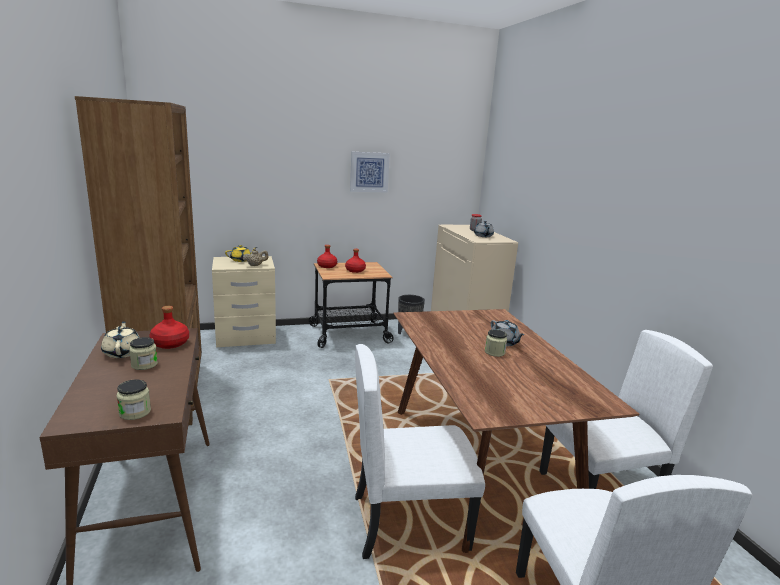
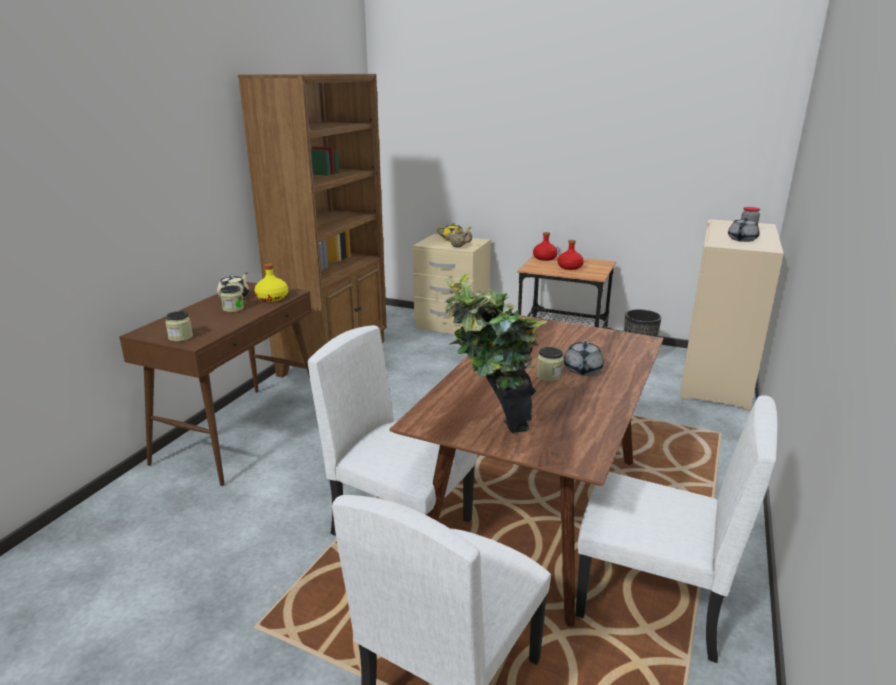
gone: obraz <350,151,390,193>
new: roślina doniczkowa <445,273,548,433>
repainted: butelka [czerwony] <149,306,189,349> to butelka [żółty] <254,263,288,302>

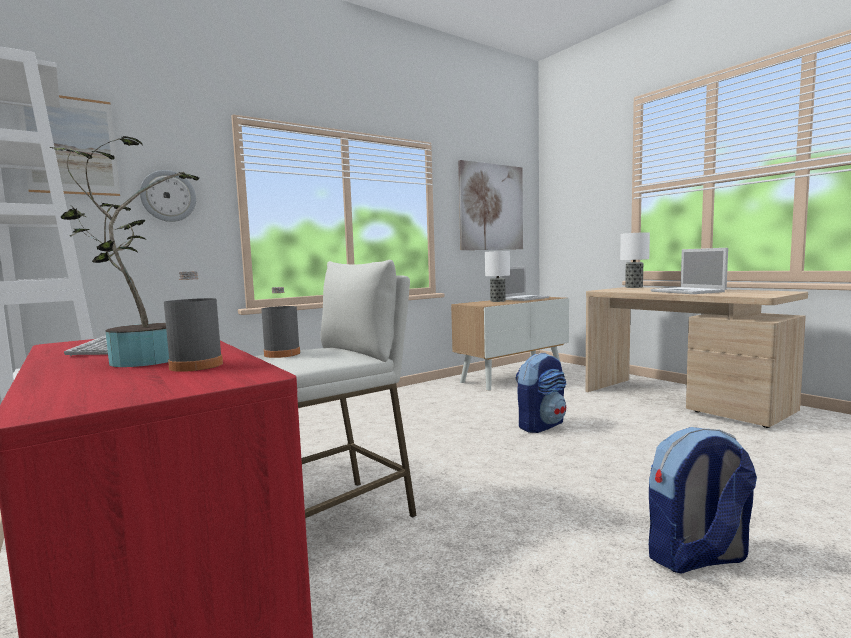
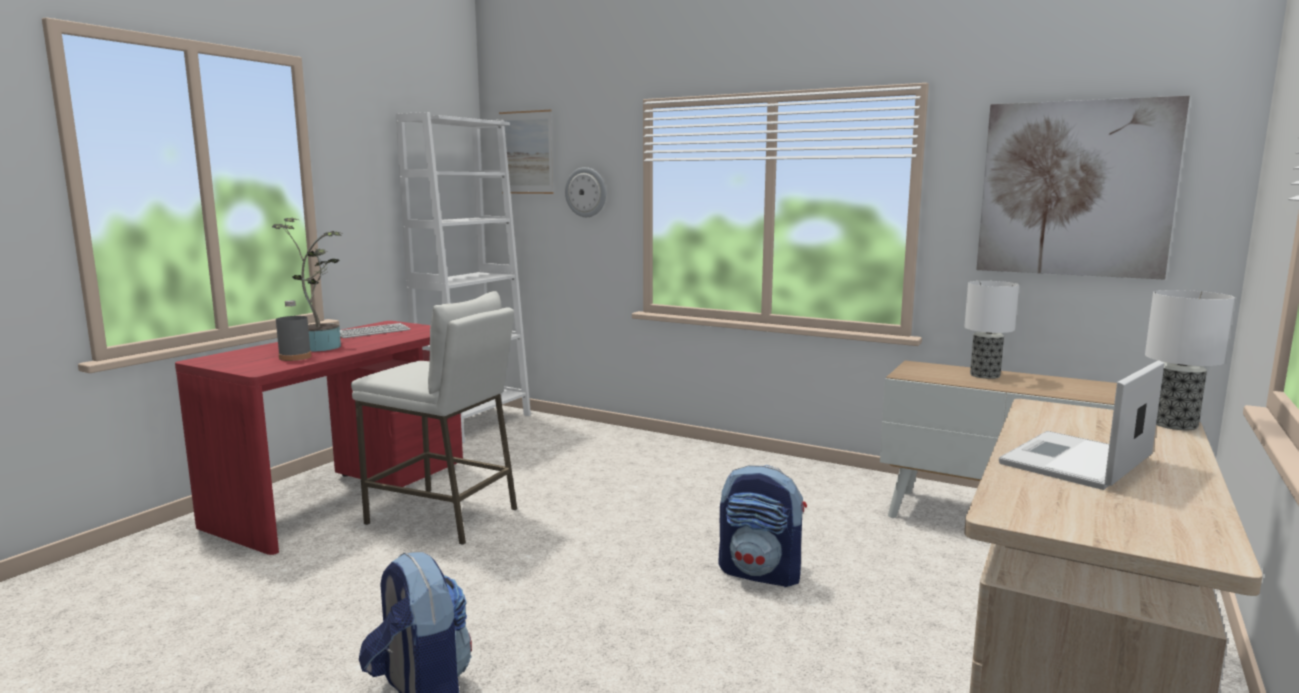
gone: butelka [szary] <261,287,300,358>; laptop <499,266,549,301>

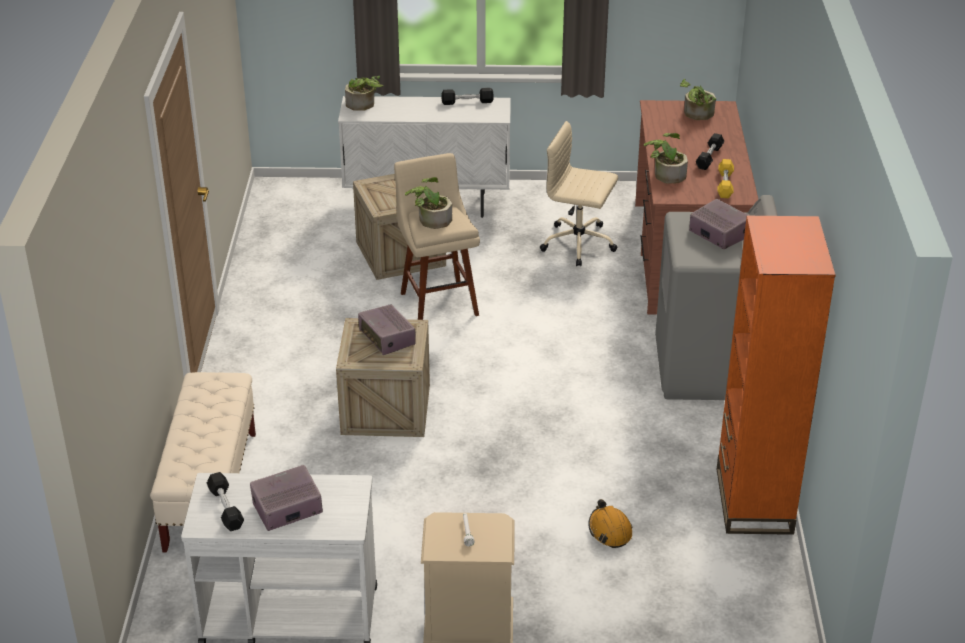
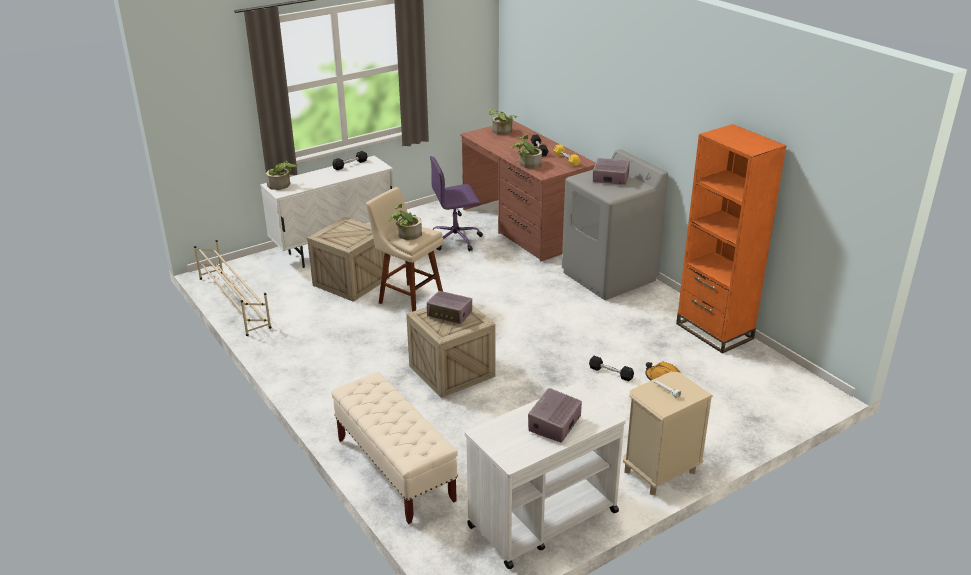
new: regał na buty [beżowy] <194,240,271,336>
shifted: hantel [czarny] <207,472,244,531> to <589,356,634,381>
repainted: krzesło biurowe [beżowy] <540,121,618,266> to krzesło biurowe [fioletowy] <430,156,483,251>

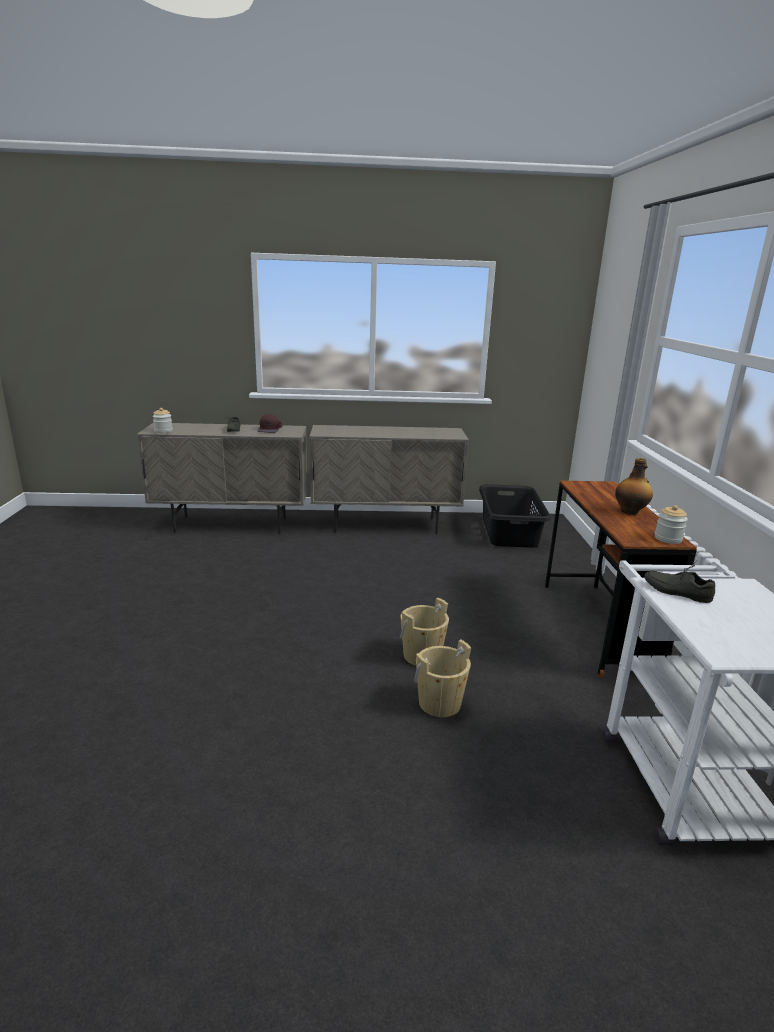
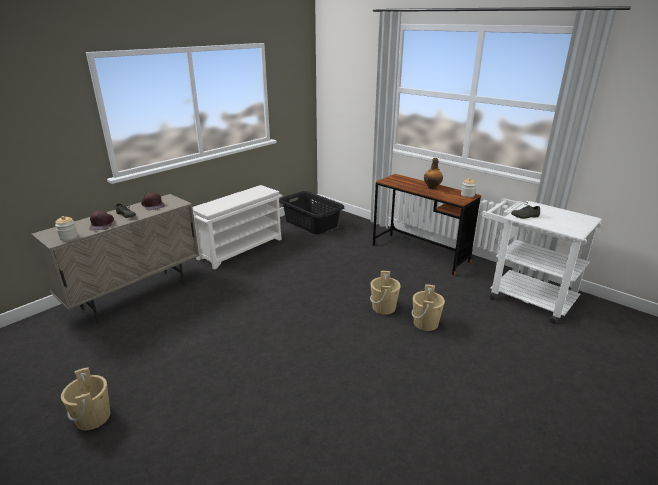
new: wiadro [beżowy] <61,367,110,430>; czapka z daszkiem [brązowy] <89,210,114,230>
swapped: szafka [beżowy] <310,425,469,534> to regał na buty [biały] <192,185,283,270>

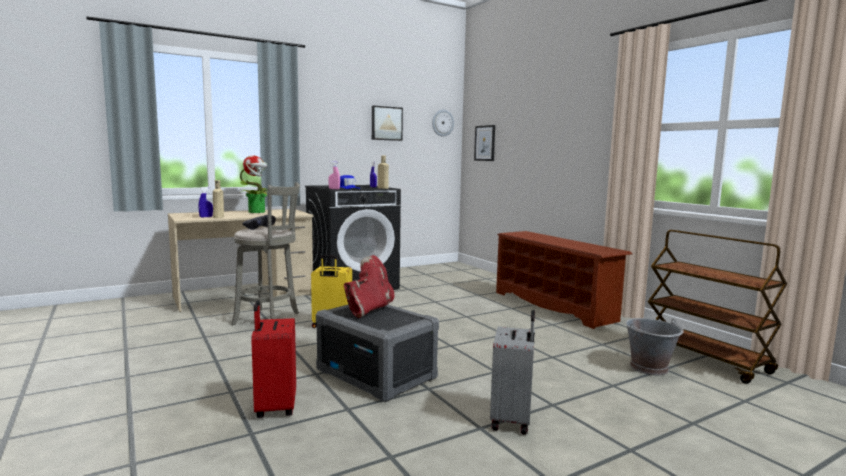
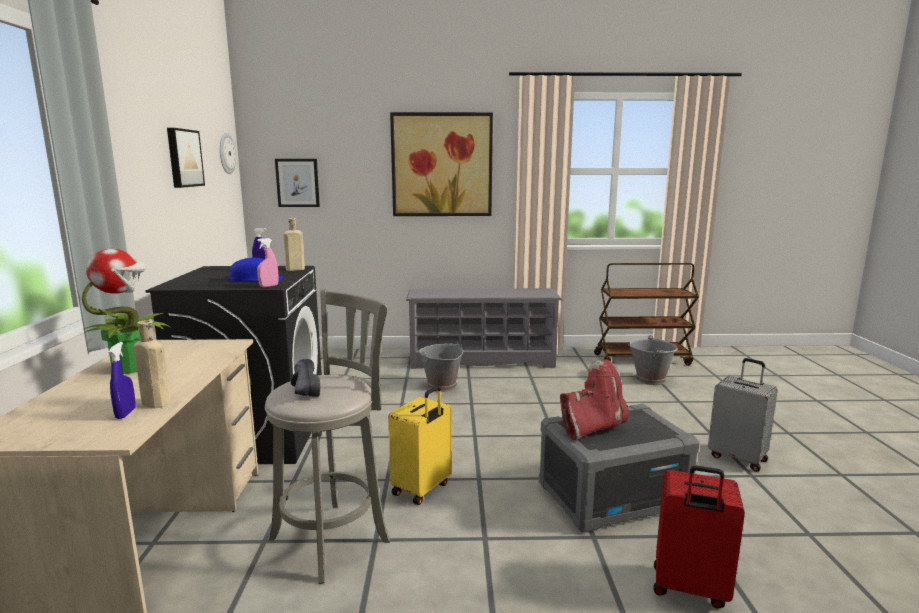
new: obraz <390,112,493,216>; wiadro [szary] <418,342,463,392>
repainted: regał na buty [brązowy] <496,231,632,329> to regał na buty [szary] <406,288,562,369>
rotated: but z cholewką [czerwony] <344,255,394,318> = <560,359,629,440> 90 degrees clockwise

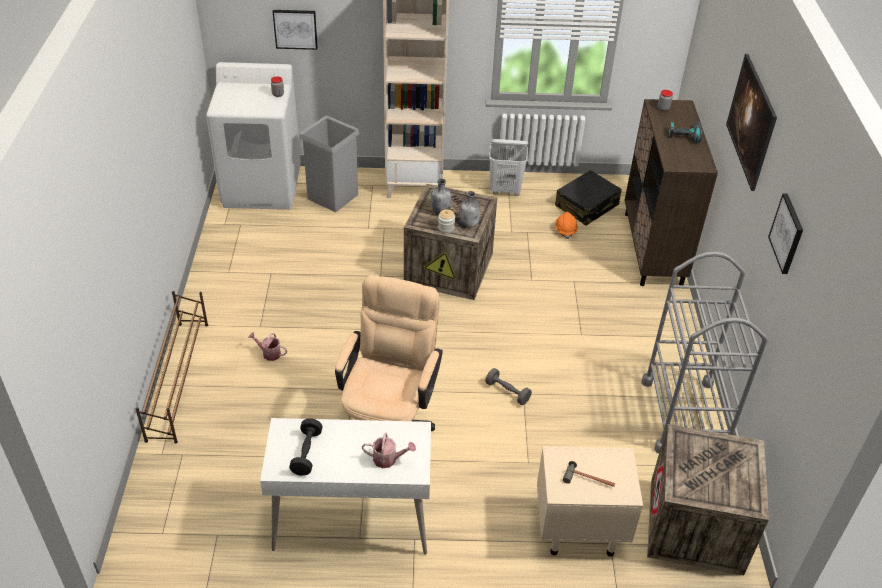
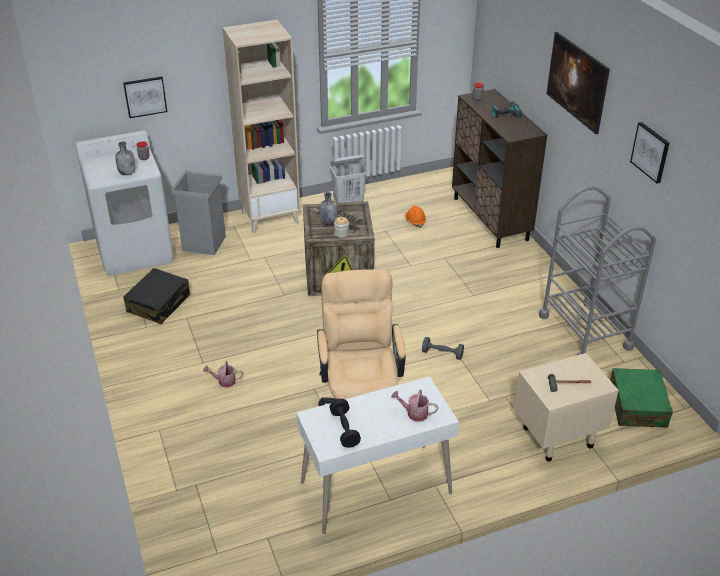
gone: regał na buty [brązowy] <135,291,208,443>
shifted: butelka [szary] <459,191,480,228> to <115,142,135,175>; walizka [czarny] <555,170,622,226> to <123,268,190,324>
swapped: skrzynka <647,424,769,575> to walizka [zielony] <610,368,673,428>
rotated: konewka <362,433,416,468> = <391,390,438,422> 150 degrees counterclockwise

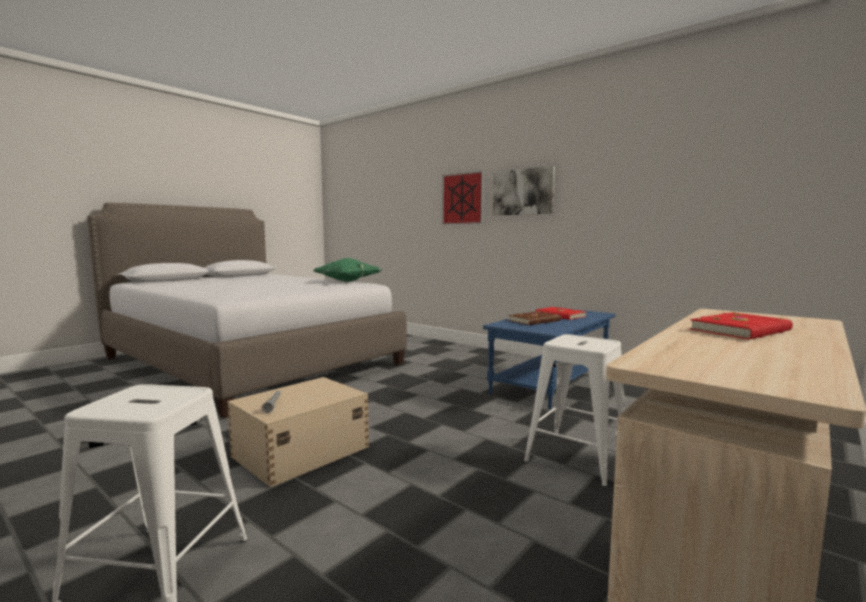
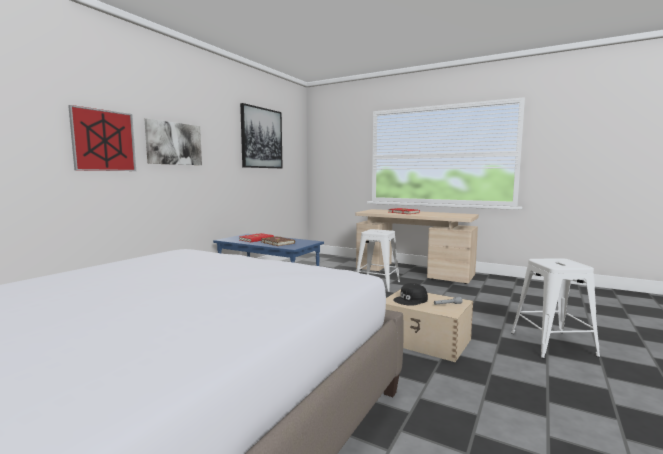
gone: poduszka [zielony] <313,258,382,282>
new: obraz <240,103,283,168>; czapka z daszkiem [czarny] <393,283,428,306>

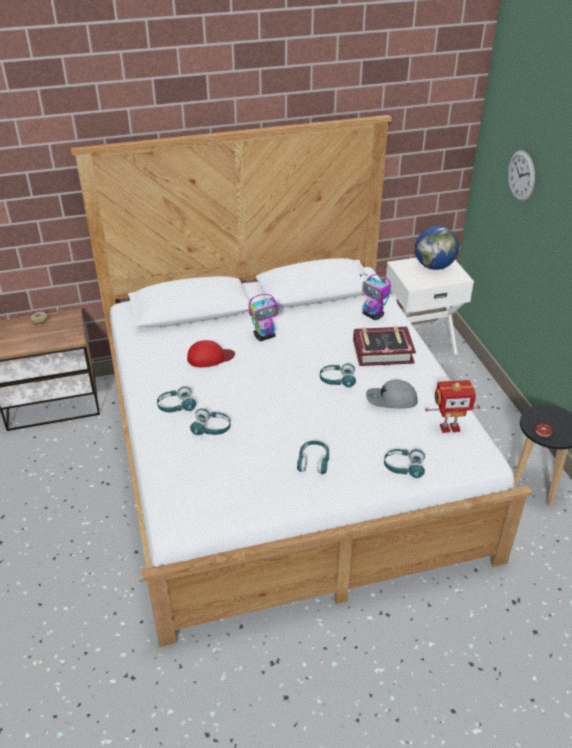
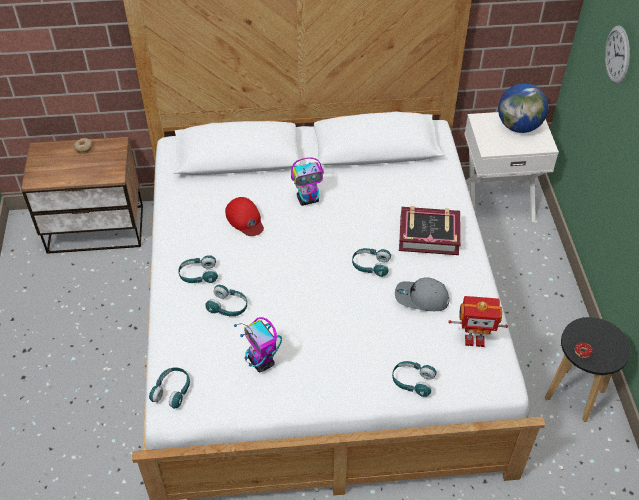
shifted: słuchawki [turkusowy] <297,441,329,474> to <149,367,190,409>; robot zabawkowy <359,274,391,320> to <234,317,282,373>
rotated: czapka z daszkiem [czerwony] <187,340,235,367> = <225,197,264,236> 60 degrees clockwise

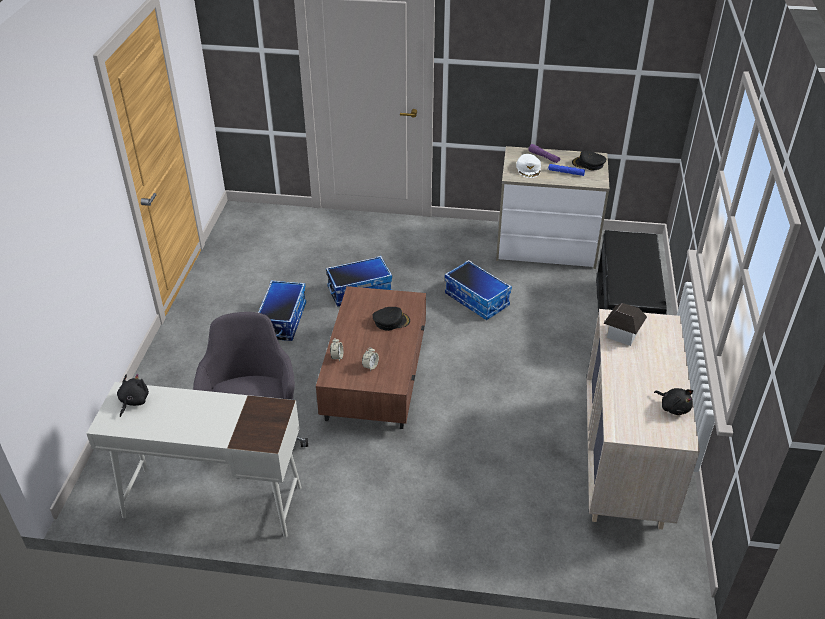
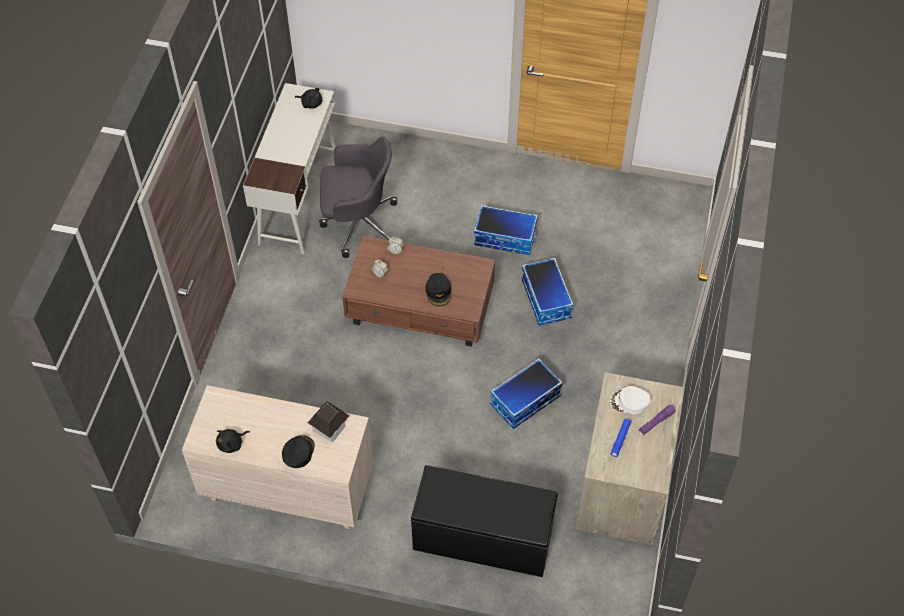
shifted: czapka z daszkiem [czarny] <572,151,606,170> to <282,435,315,468>

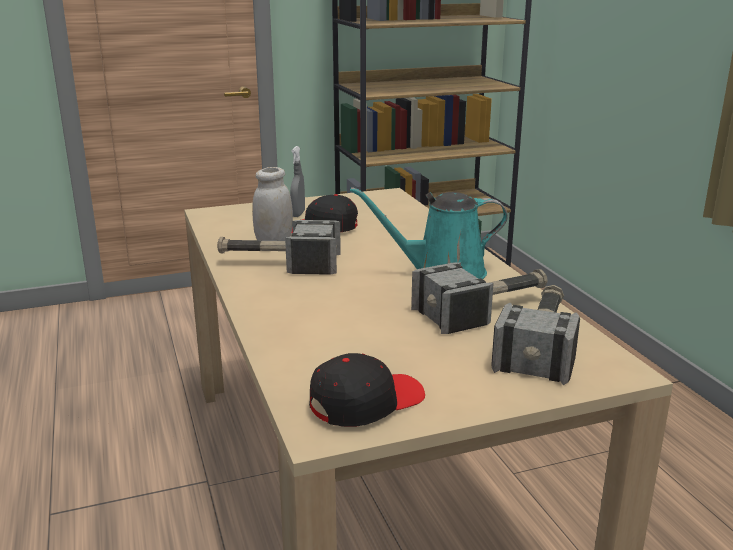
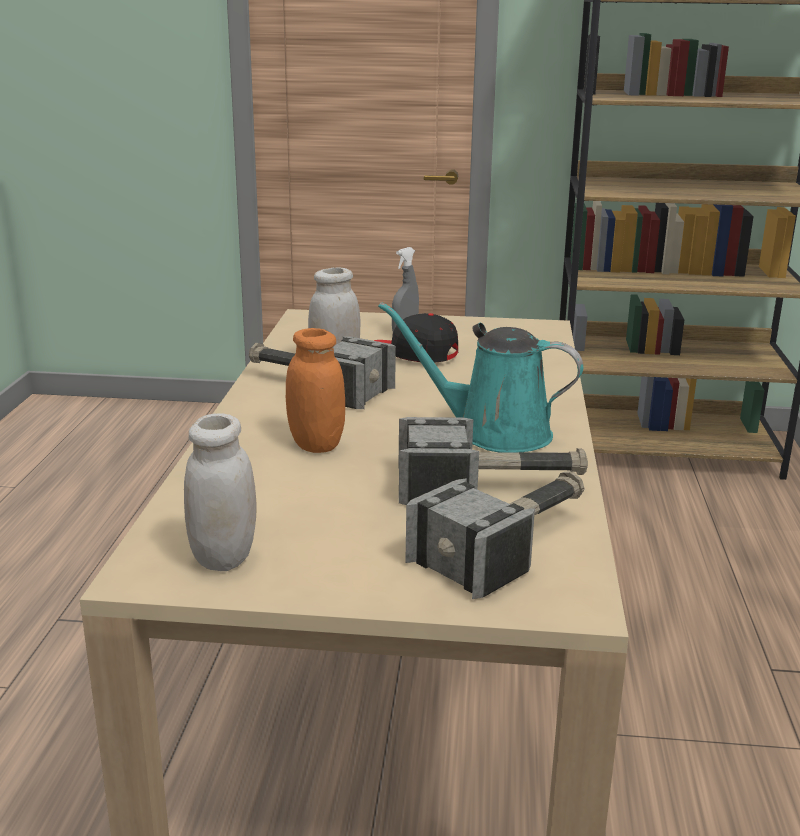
new: słoik [pomarańczowy] <286,328,345,453>
swapped: czapka z daszkiem [czarny] <309,353,425,427> to słoik [biały] <184,413,257,571>

